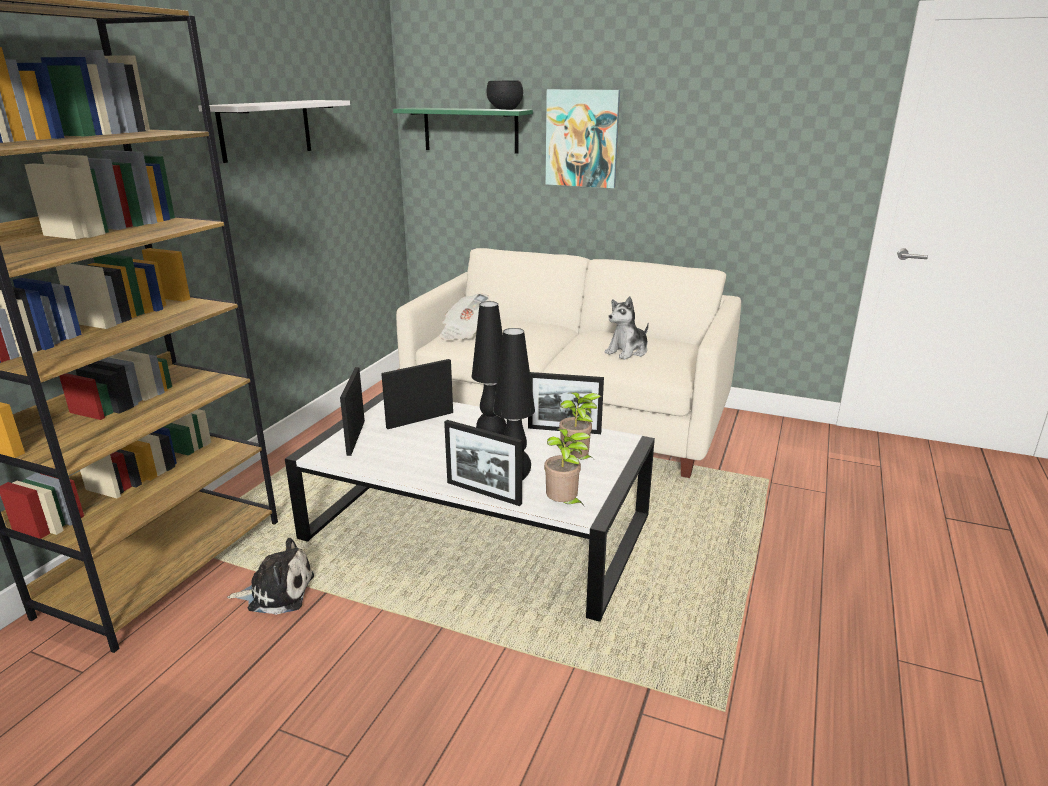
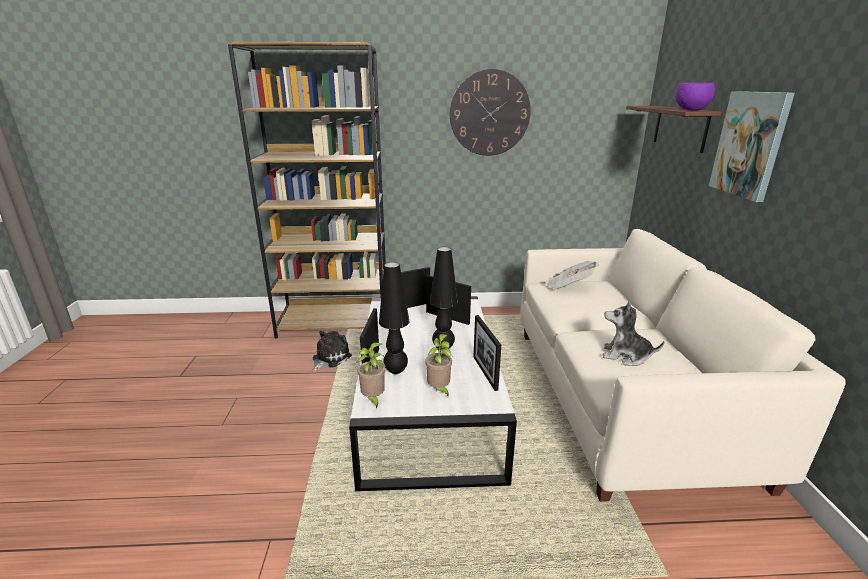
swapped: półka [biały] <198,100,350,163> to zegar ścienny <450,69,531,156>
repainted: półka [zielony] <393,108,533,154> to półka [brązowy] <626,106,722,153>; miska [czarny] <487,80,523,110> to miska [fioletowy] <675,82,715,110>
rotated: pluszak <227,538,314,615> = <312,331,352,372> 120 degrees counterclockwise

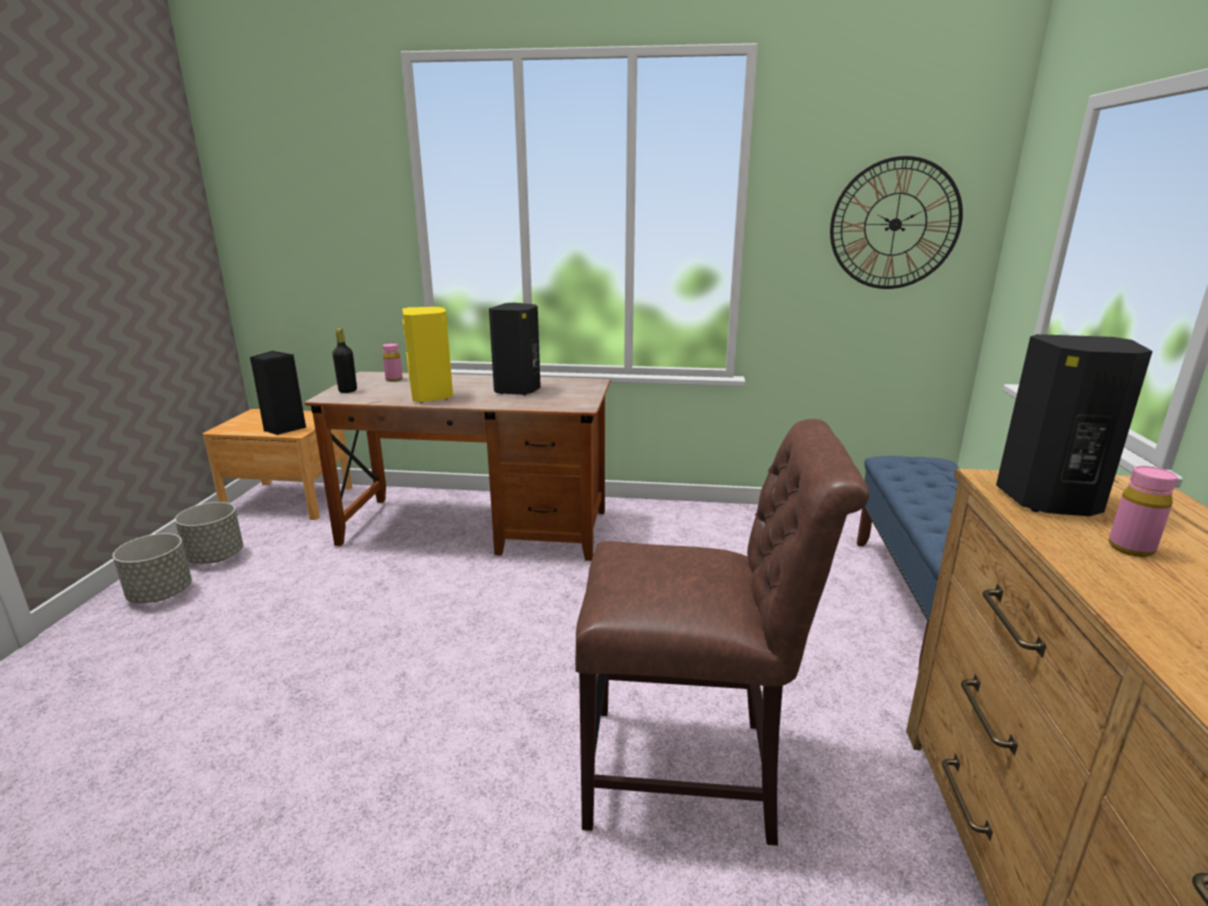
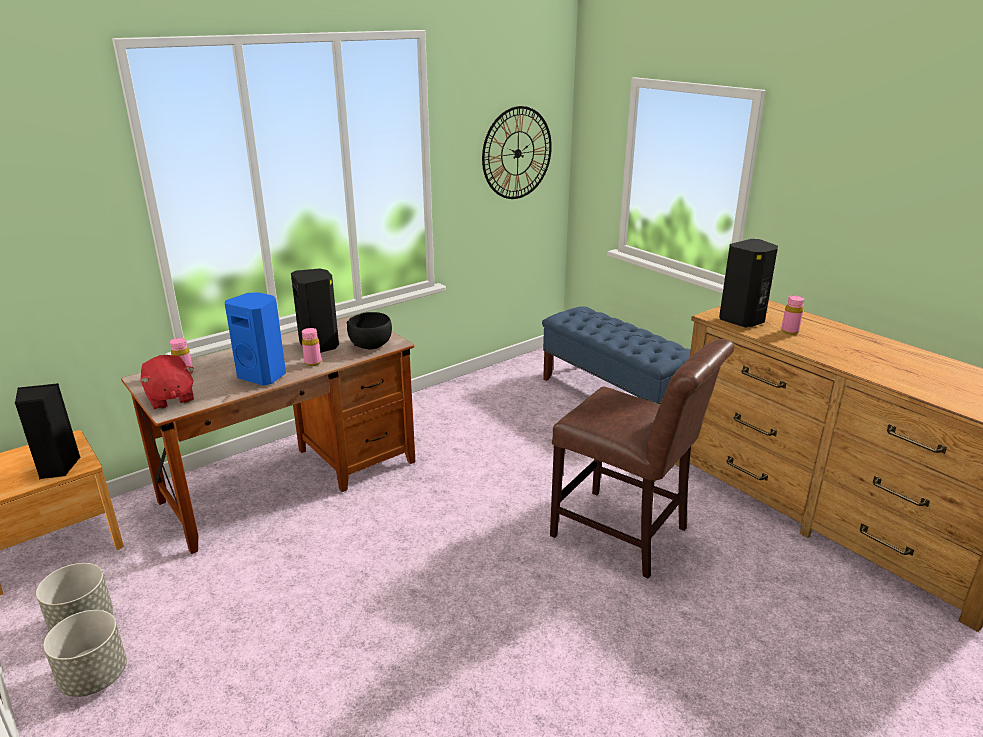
new: butelka [różowy] <302,328,321,366>; miska [czarny] <347,312,392,349>
swapped: butelka [czarny] <332,328,357,393> to pluszak [czerwony] <140,355,194,410>
repainted: głośnik [żółty] <402,307,453,403> to głośnik [niebieski] <225,292,286,385>
rotated: krzesło [brązowy] <575,419,870,846> = <550,339,734,579> 75 degrees clockwise

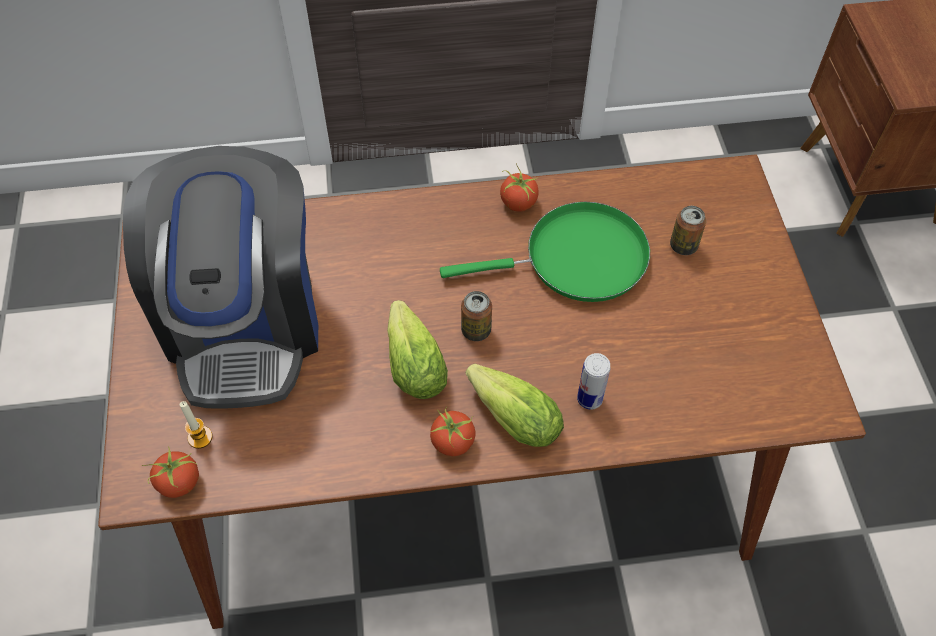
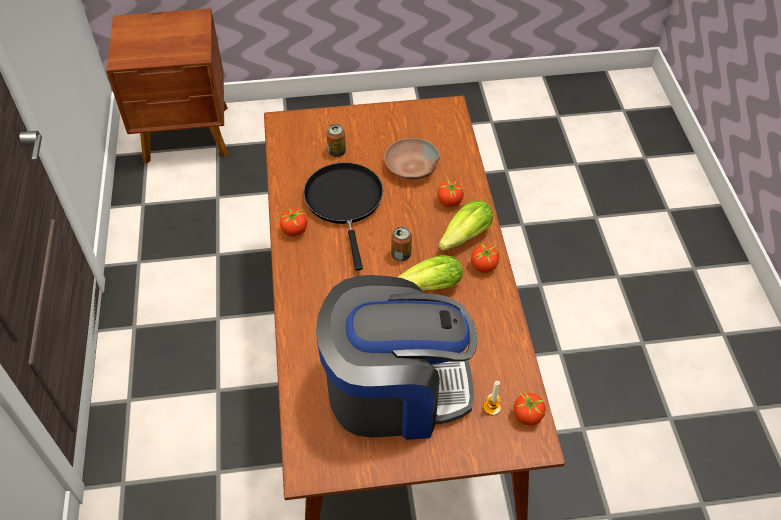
new: miska [brązowy] <384,138,440,180>
swapped: puszka <577,353,611,410> to pomidor <437,176,464,207>
repainted: patelnia [zielony] <440,202,650,302> to patelnia [czarny] <304,162,383,271>

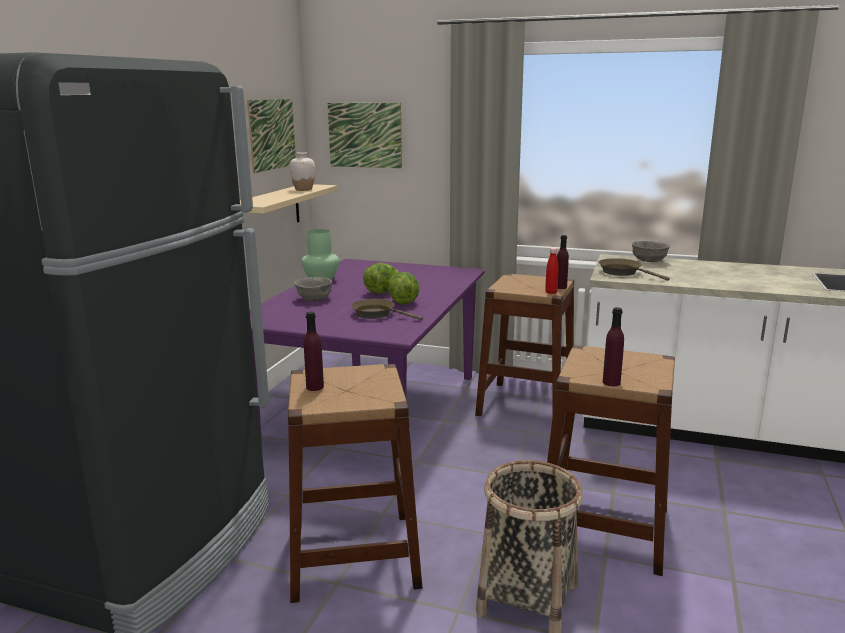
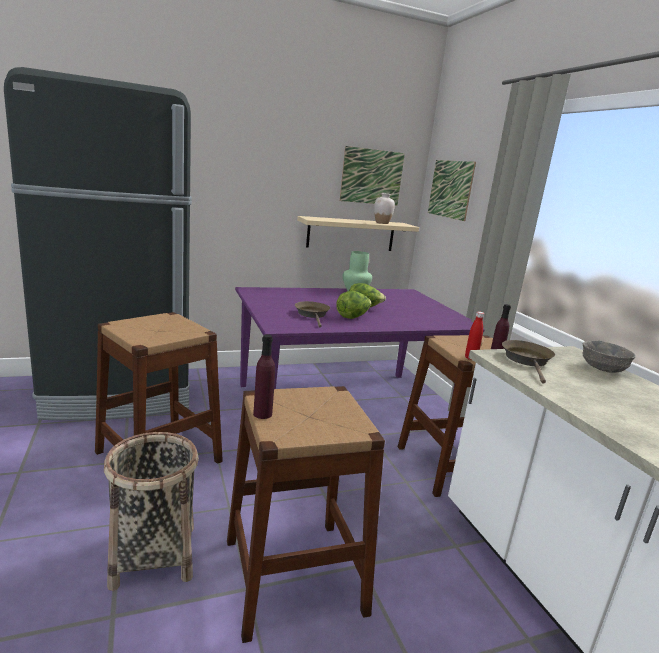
gone: miska [szary] <295,277,332,301>; butelka [fioletowy] <304,311,324,391>

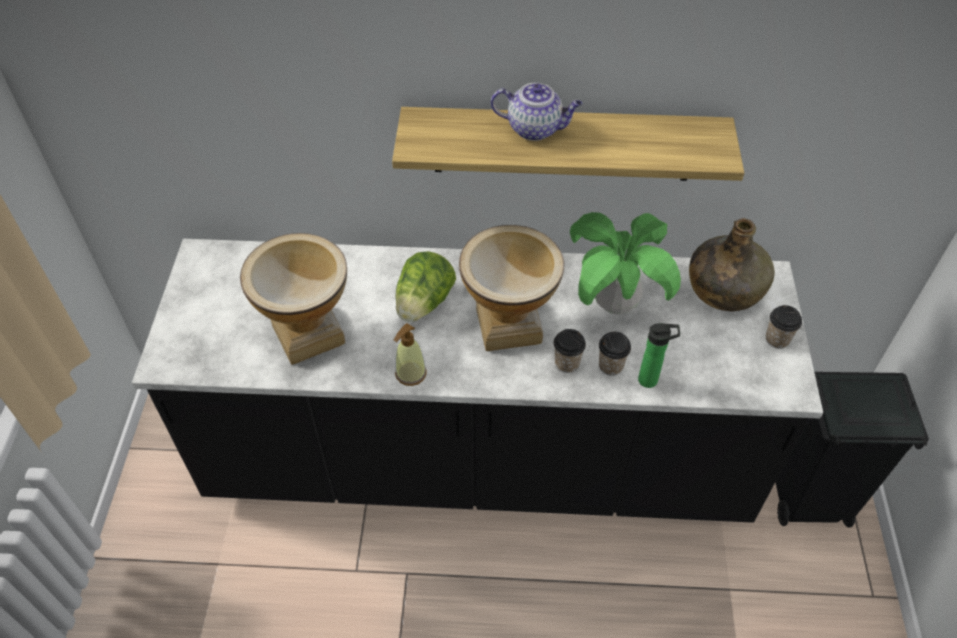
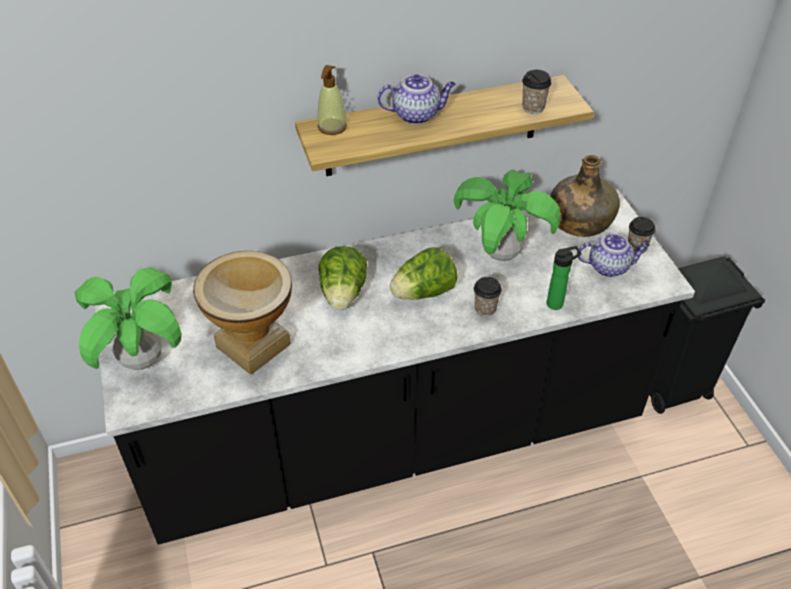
new: roślina doniczkowa <75,268,182,370>; imbryk <577,233,650,277>
shifted: dozownik mydła <394,323,427,386> to <317,65,347,135>; filiżanka <599,332,631,376> to <522,70,552,114>
swapped: wazon <459,225,564,351> to sałata <390,247,458,300>

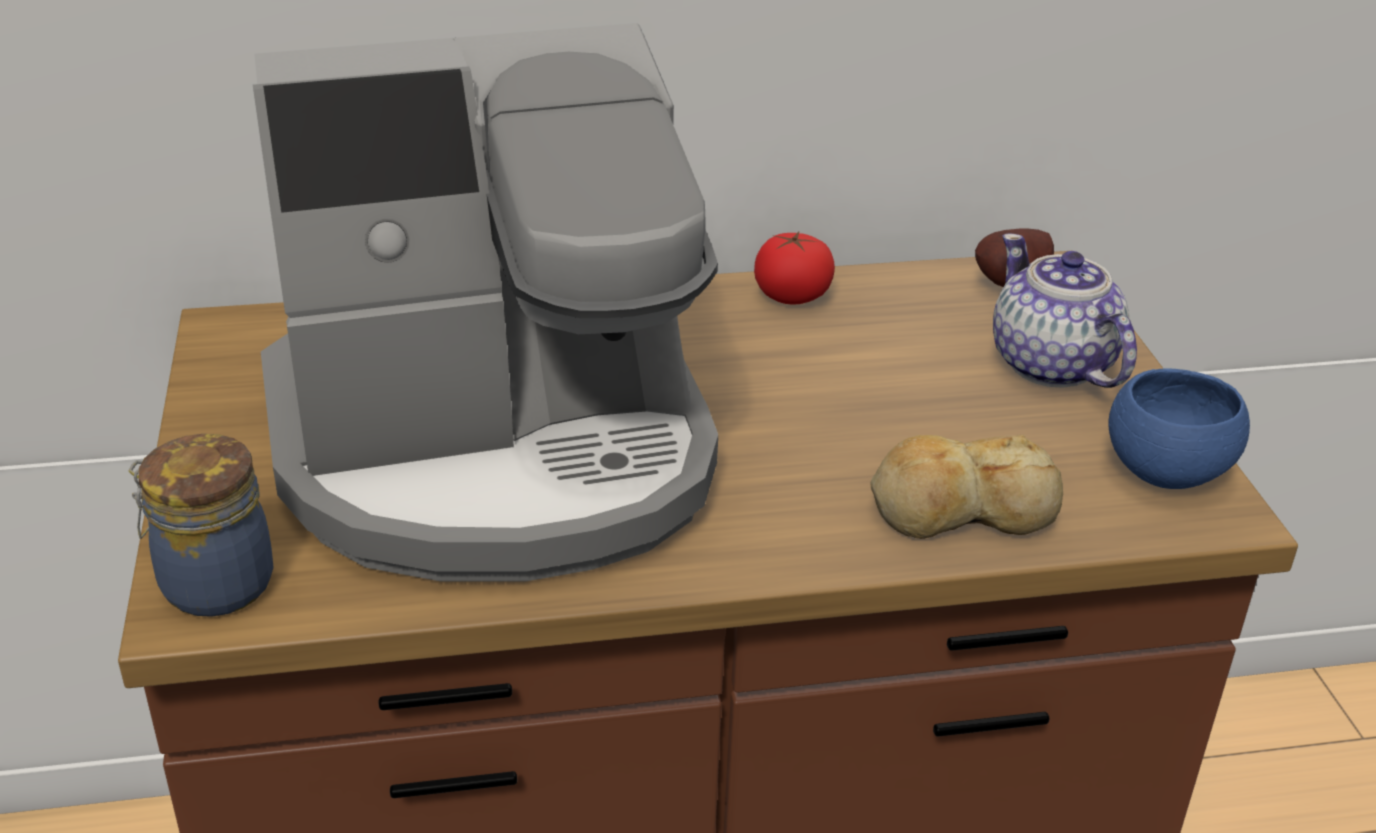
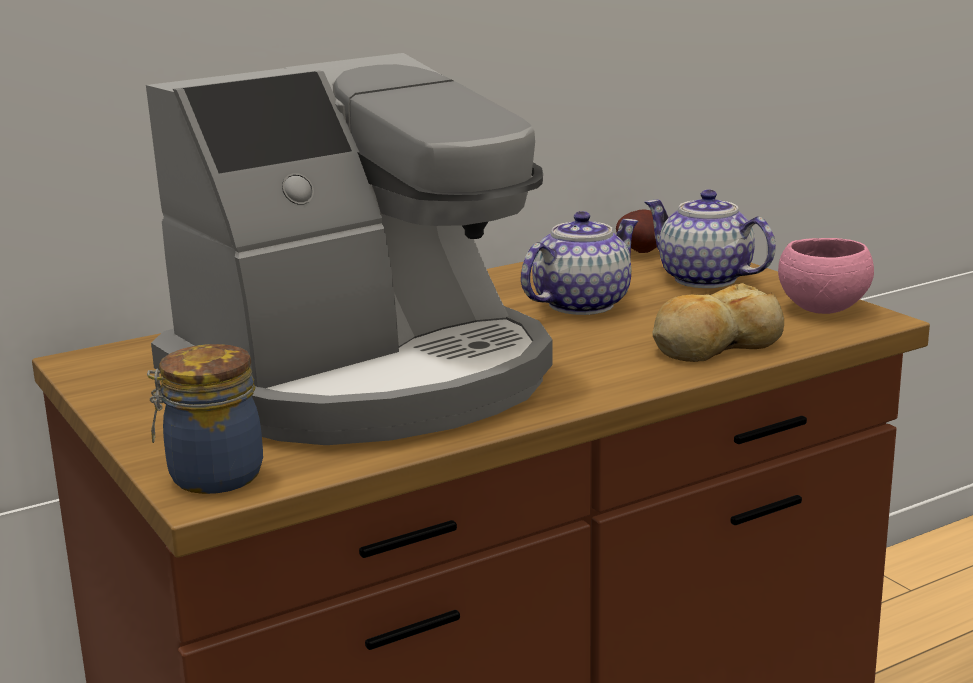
gone: pomidor <754,232,835,304>
new: imbryk <521,211,638,315>
repainted: miska [niebieski] <1108,368,1250,489> to miska [różowy] <778,238,874,314>

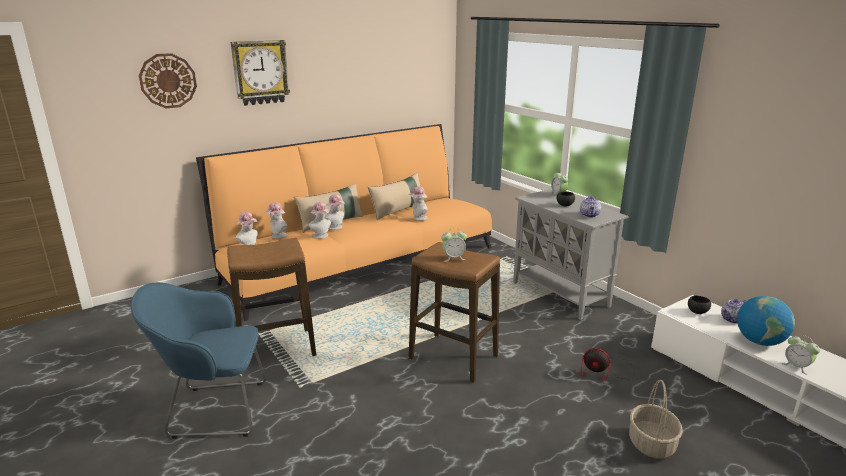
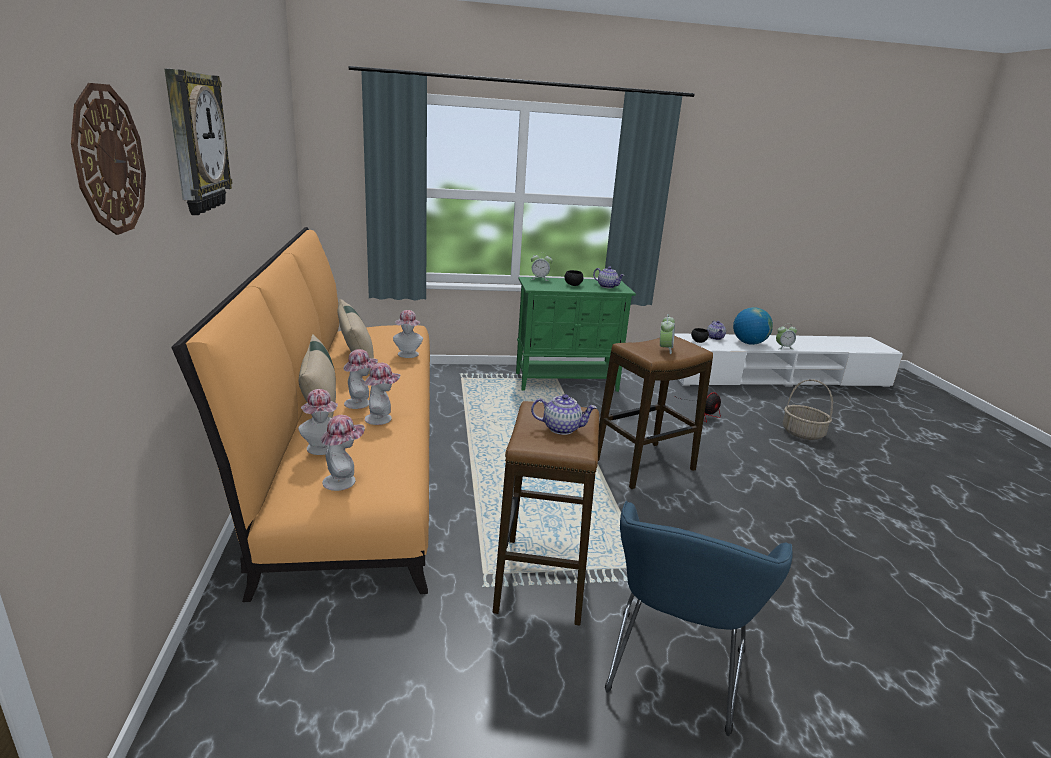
new: imbryk <531,394,597,435>
repainted: szafka [szary] <513,189,628,320> to szafka [zielony] <516,277,636,392>

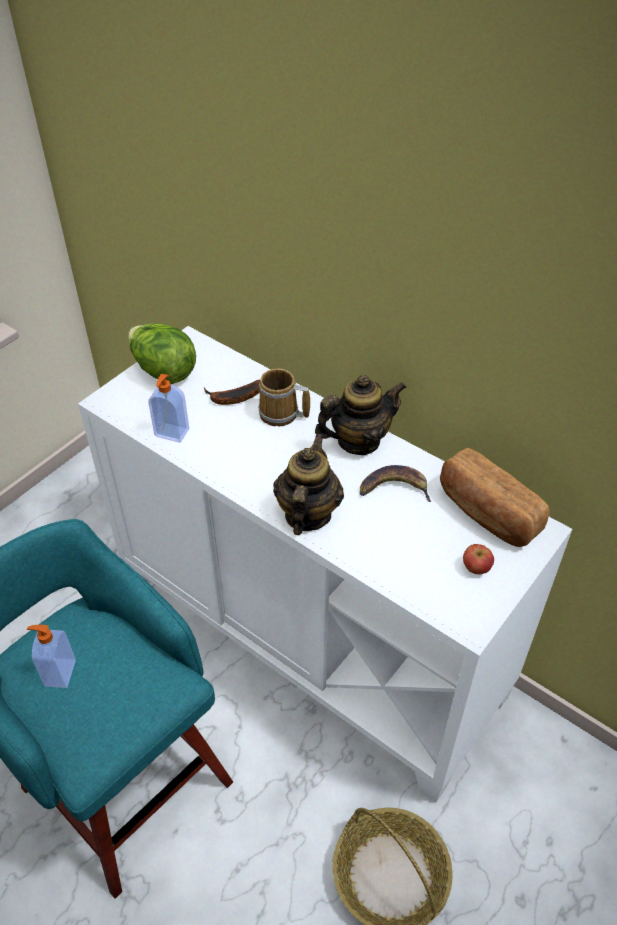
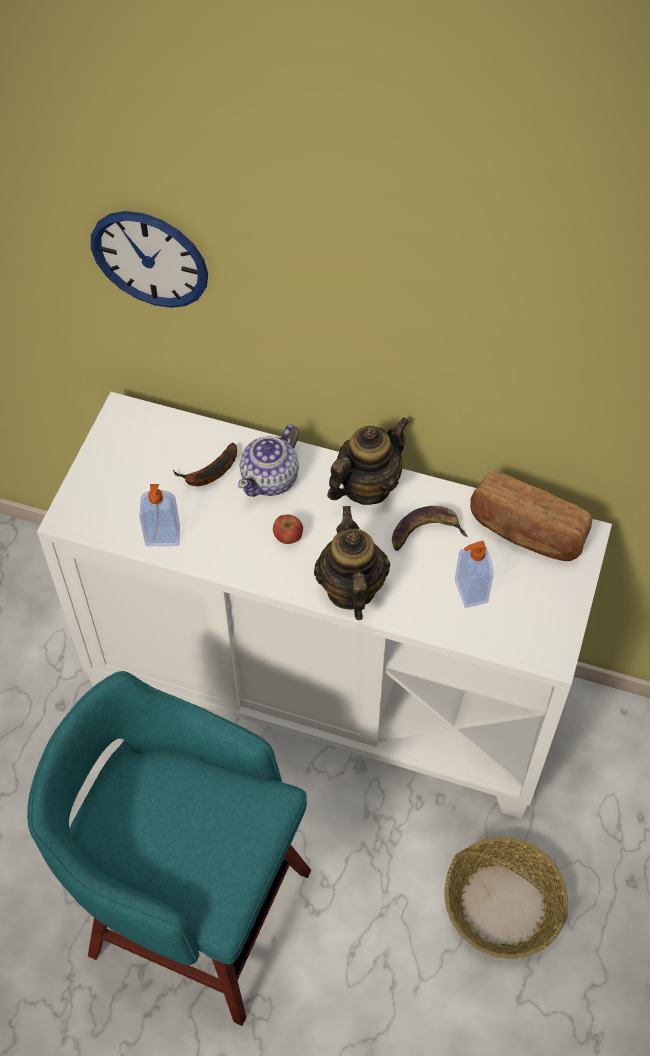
gone: sałata <128,323,196,384>
new: zegar ścienny <91,211,208,308>
shifted: dozownik mydła <27,625,76,688> to <455,541,494,608>; jabłko <463,544,494,574> to <273,514,303,544>
swapped: kubek <258,368,310,427> to imbryk <238,425,299,497>

